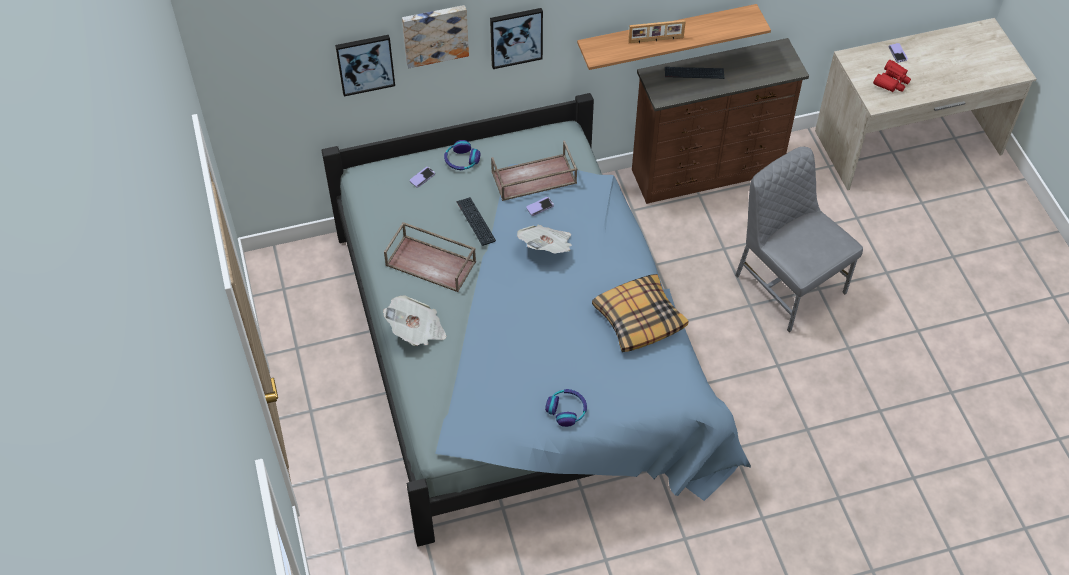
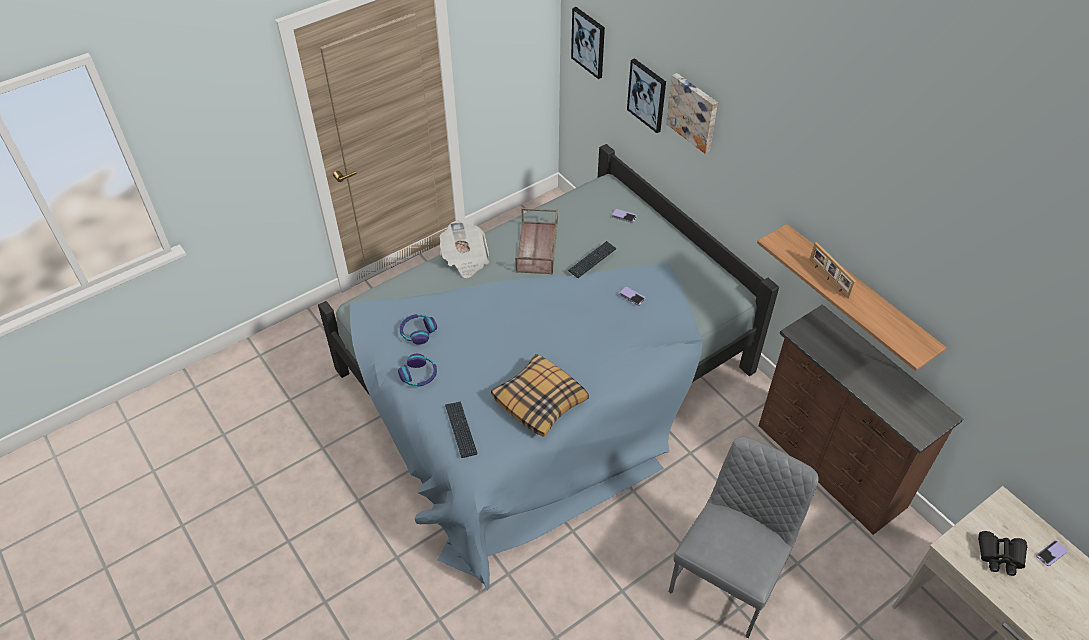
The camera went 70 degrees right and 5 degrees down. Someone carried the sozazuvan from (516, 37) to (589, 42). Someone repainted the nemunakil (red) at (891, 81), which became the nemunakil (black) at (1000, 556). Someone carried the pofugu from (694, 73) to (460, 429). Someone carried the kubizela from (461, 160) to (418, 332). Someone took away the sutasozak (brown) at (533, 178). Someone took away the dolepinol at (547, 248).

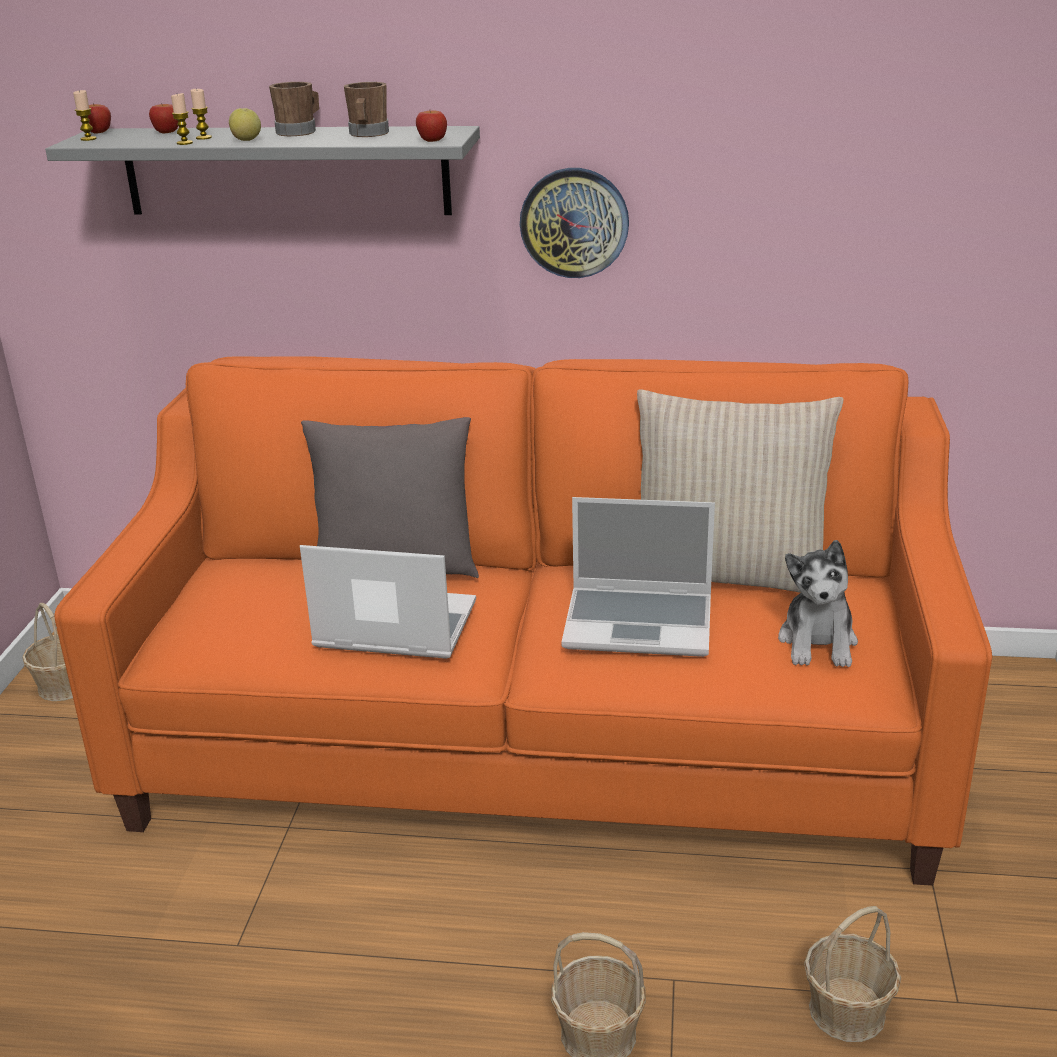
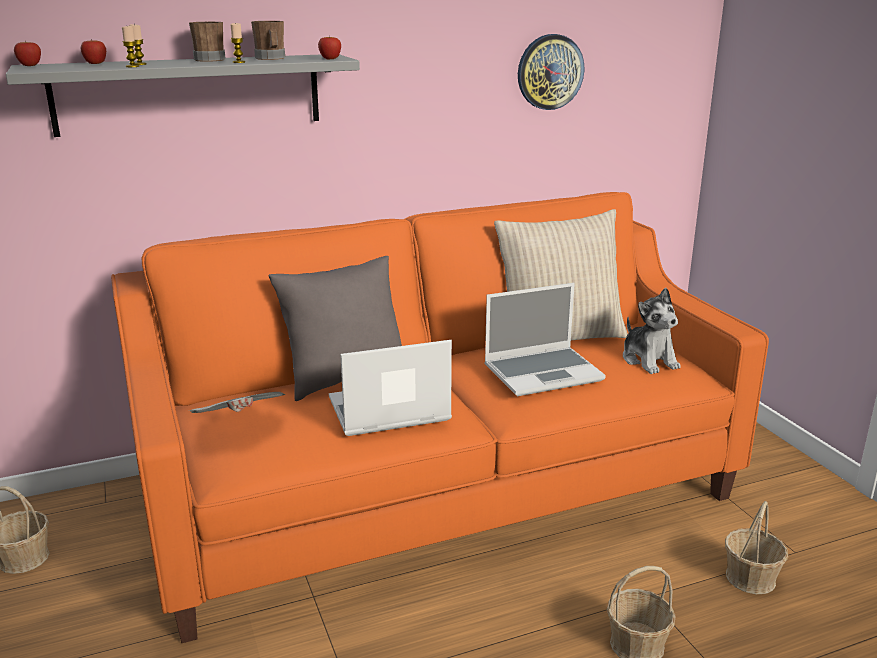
The camera went 30 degrees left and 5 degrees down. Someone carried the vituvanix from (88, 139) to (238, 62). Someone took away the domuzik at (247, 140). Someone carried the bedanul from (574, 222) to (550, 72). Someone put down the dolepinol at (239, 426).

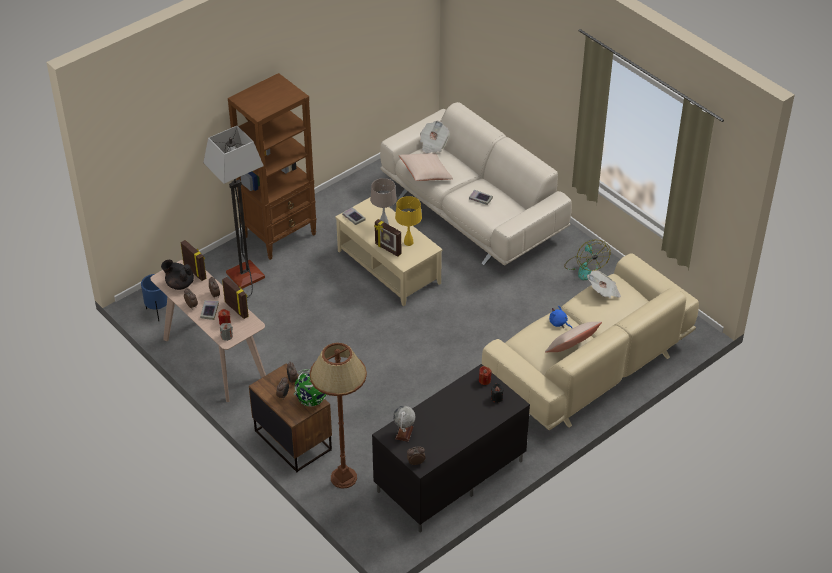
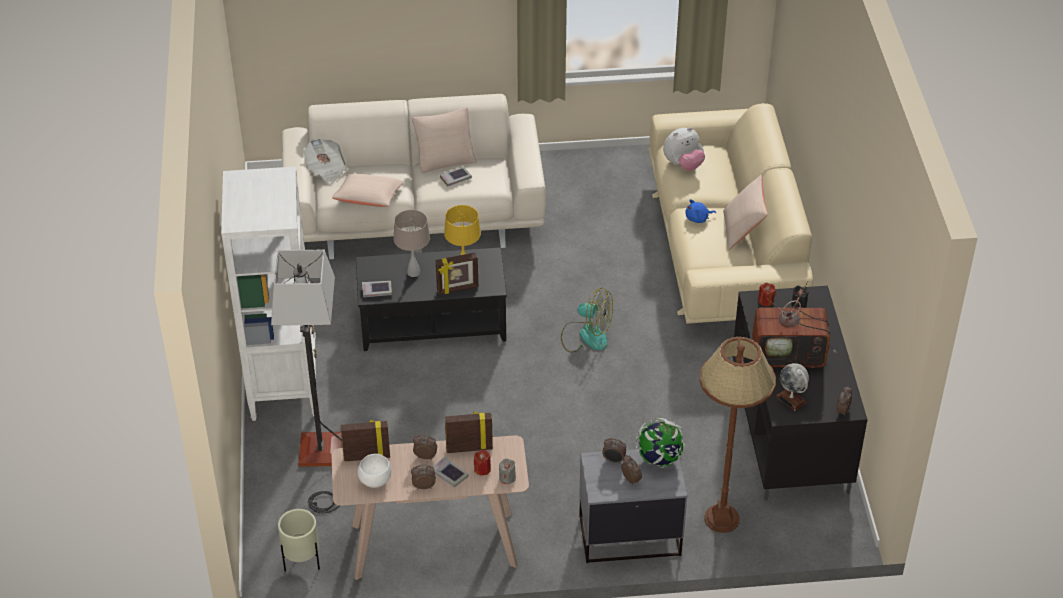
The camera went 55 degrees left and 0 degrees up. Someone repainted the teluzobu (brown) at (280, 235), which became the teluzobu (white) at (284, 387). Someone repainted the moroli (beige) at (389, 267), which became the moroli (black) at (433, 321). Someone carried the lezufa from (585, 267) to (586, 335). Someone swapped the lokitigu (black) at (179, 284) for the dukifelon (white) at (374, 480). Someone swapped the dolepinol at (603, 292) for the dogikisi at (683, 164). Someone repainted the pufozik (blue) at (158, 312), which became the pufozik (beige) at (301, 562). Someone repainted the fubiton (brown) at (293, 440), which became the fubiton (grey) at (629, 535). Someone put down the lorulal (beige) at (445, 158). Someone put down the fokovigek at (790, 354).

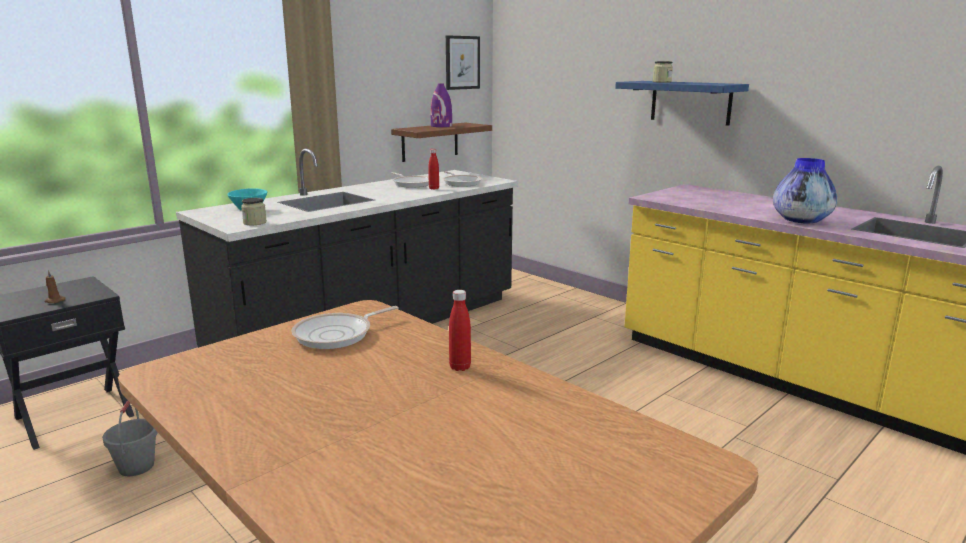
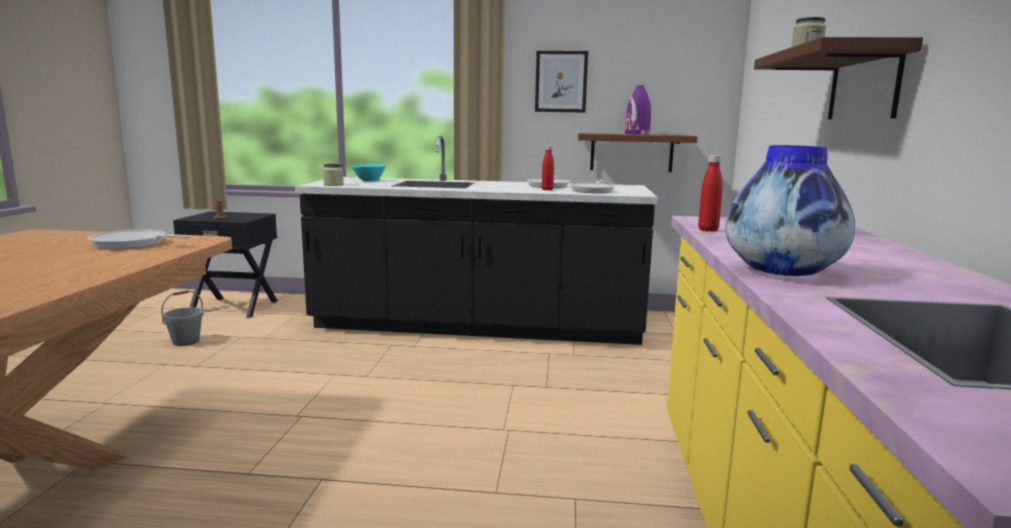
The camera went 50 degrees right and 5 degrees down. Someone carried the sozazuvan from (462, 62) to (561, 81). Someone repainted the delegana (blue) at (690, 102), which became the delegana (brown) at (863, 85). Someone carried the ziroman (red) from (460, 367) to (708, 230).

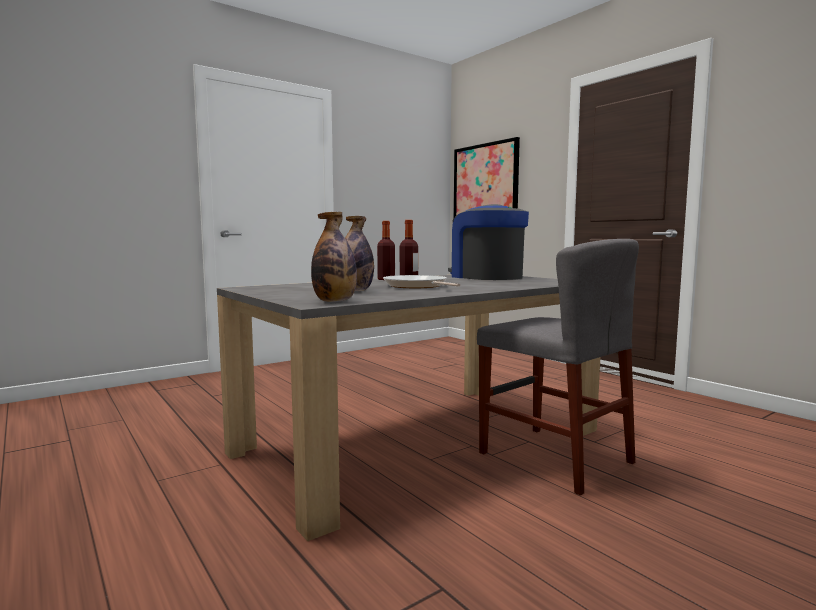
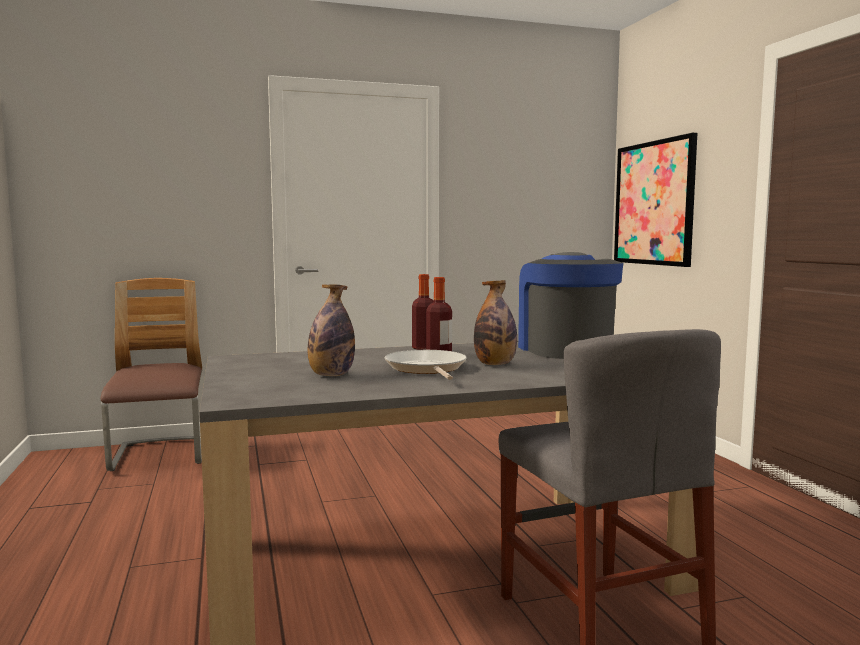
The camera went 20 degrees right and 0 degrees up. Someone carried the ziroman from (335, 301) to (495, 364). Someone put down the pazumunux at (160, 456).

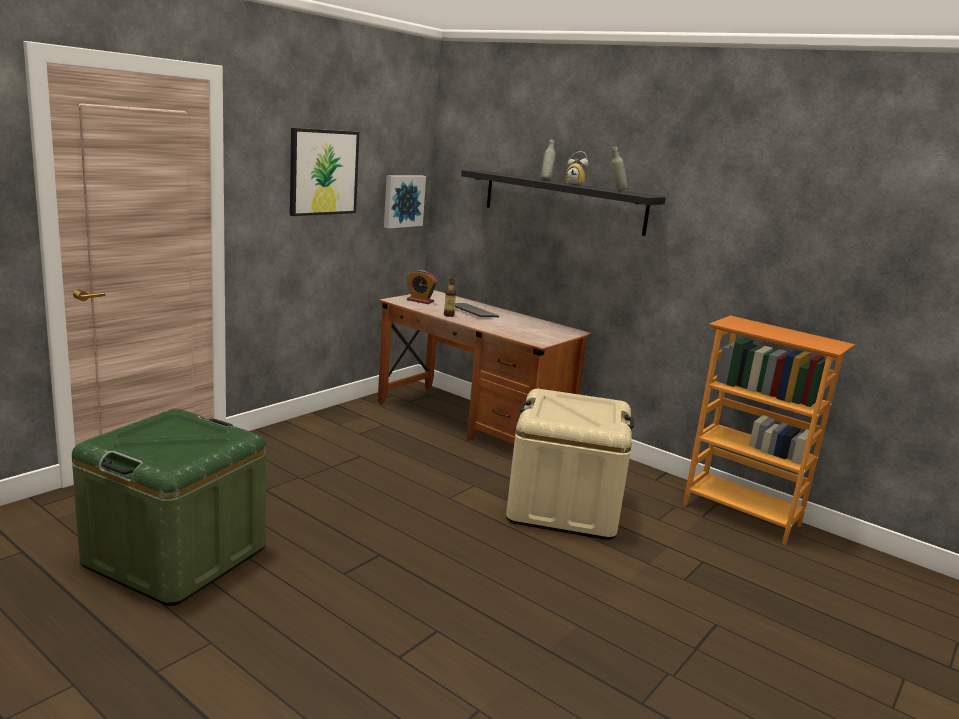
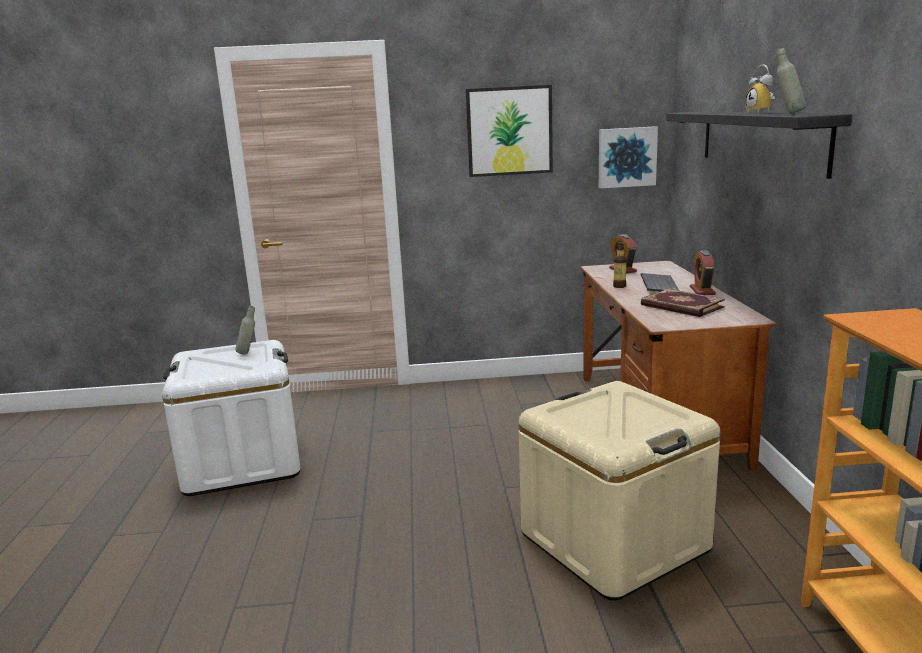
The camera went 50 degrees right and 0 degrees up. Someone carried the ziroman (grey) from (546, 180) to (248, 353). Someone repainted the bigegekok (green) at (176, 556), which became the bigegekok (white) at (242, 462). Someone put down the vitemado at (702, 291). Someone put down the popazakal at (681, 306).

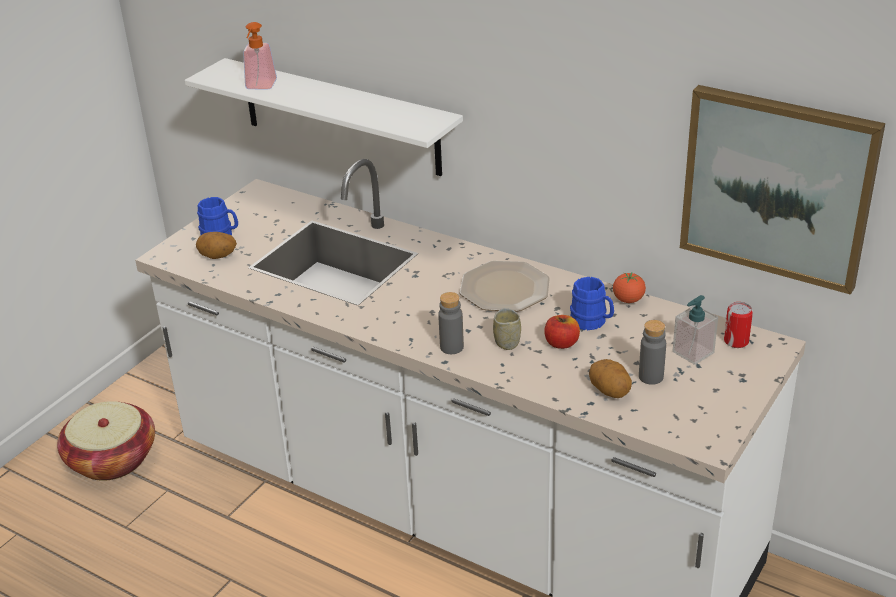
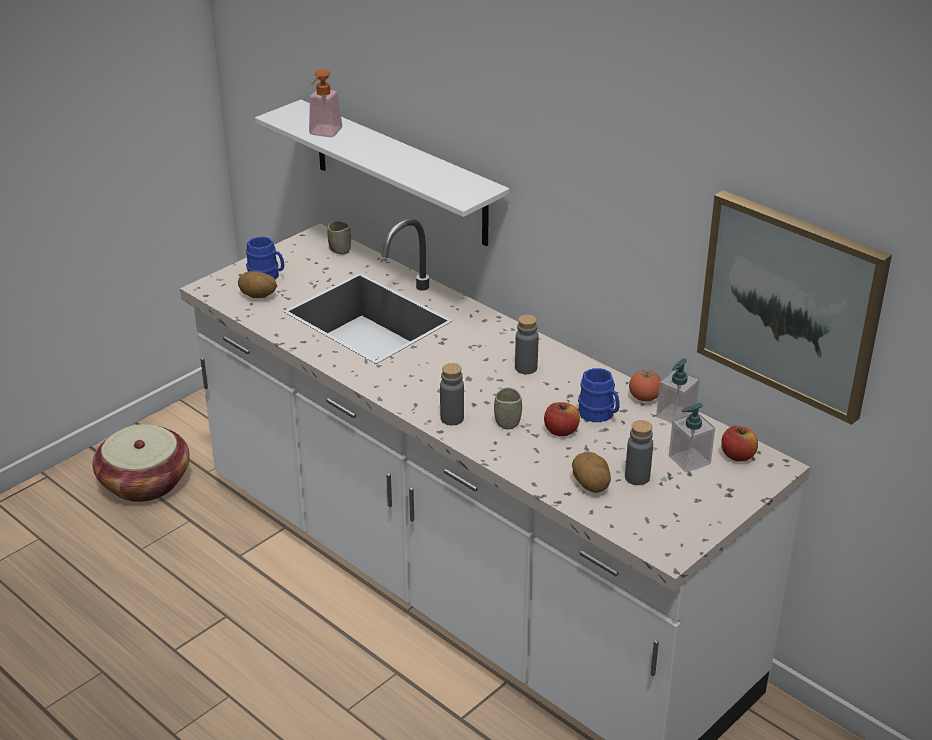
The camera went 10 degrees right and 0 degrees up. Someone swapped the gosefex at (505, 288) for the ziroman (grey) at (526, 368). Someone swapped the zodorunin at (736, 341) for the domuzik at (737, 455). Someone put down the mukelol at (340, 250). Someone put down the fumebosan at (675, 415).

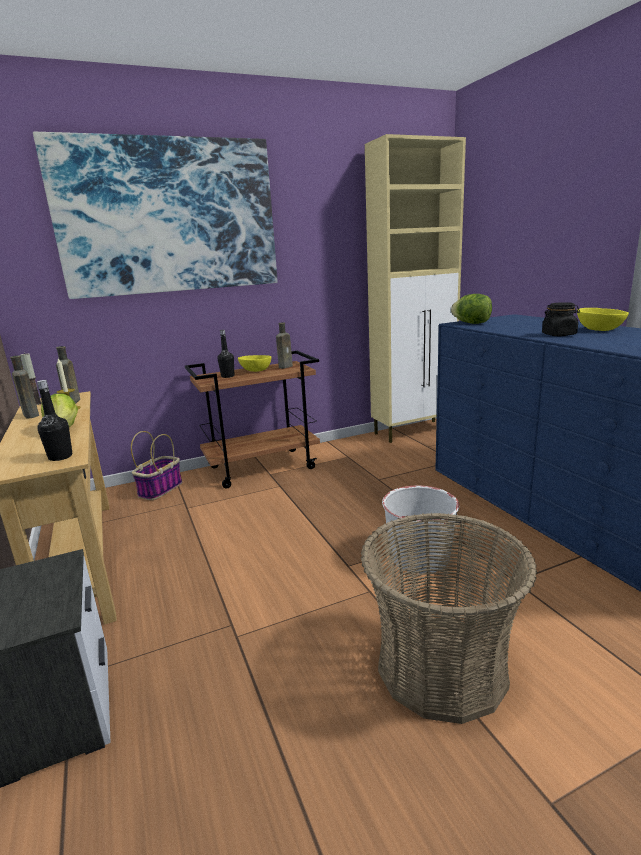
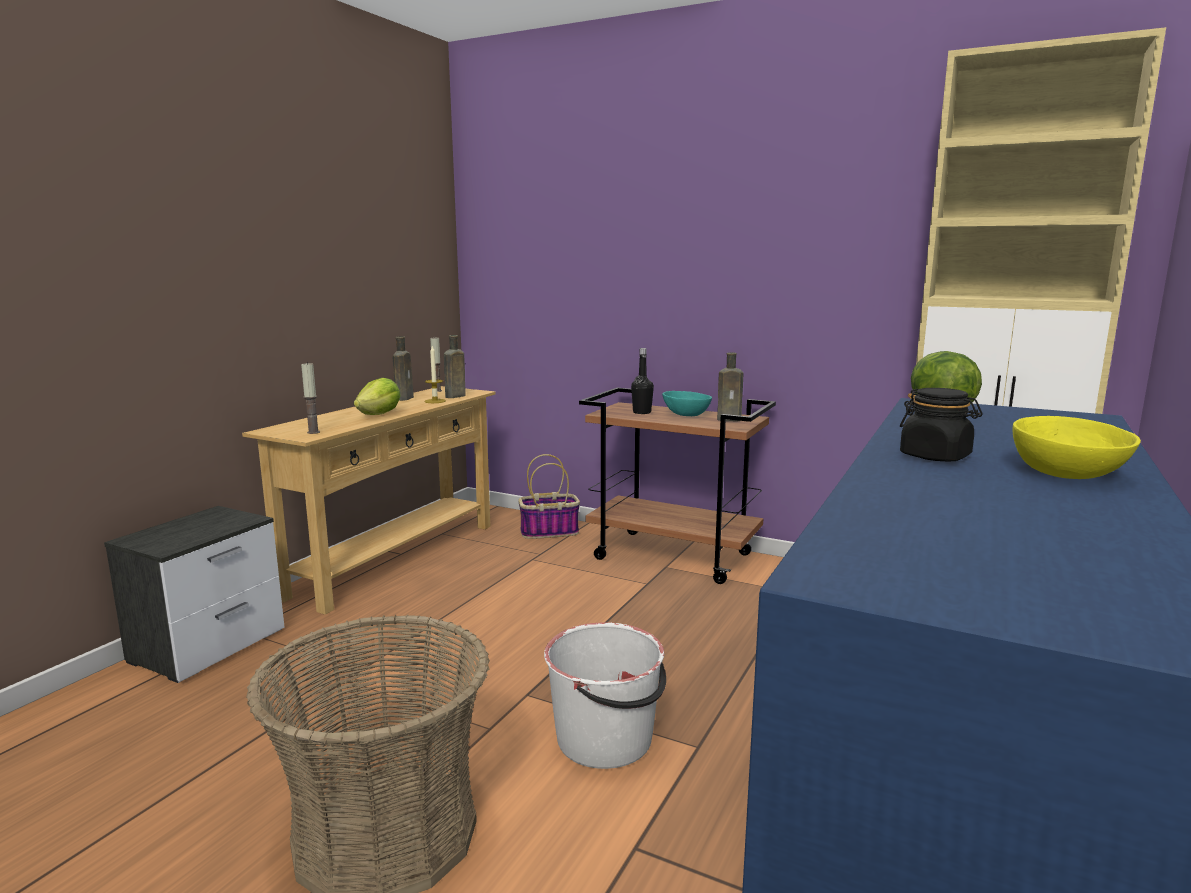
The camera went 50 degrees right and 5 degrees down. Someone took away the sozazuvan at (169, 217). Someone repainted the dukifelon (yellow) at (255, 370), which became the dukifelon (turquoise) at (686, 414). Someone swapped the ziroman (black) at (60, 457) for the vituvanix at (313, 432).

